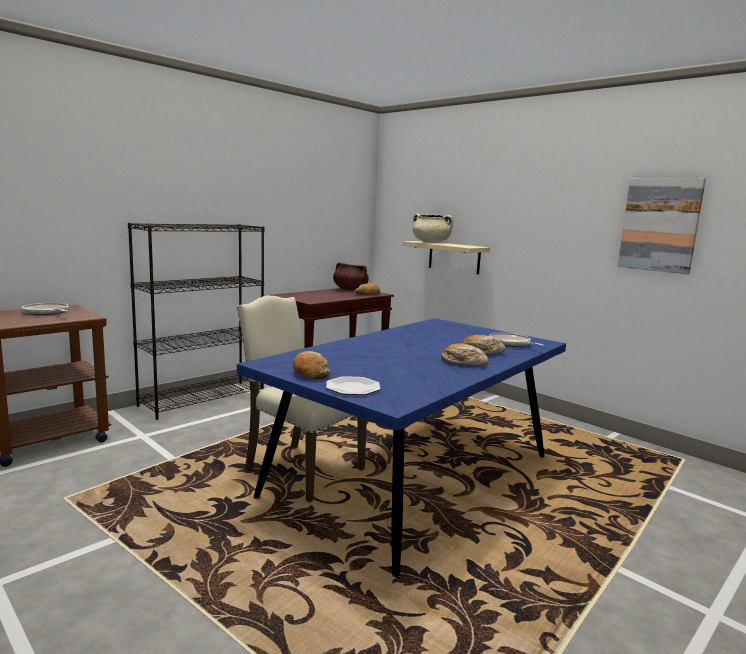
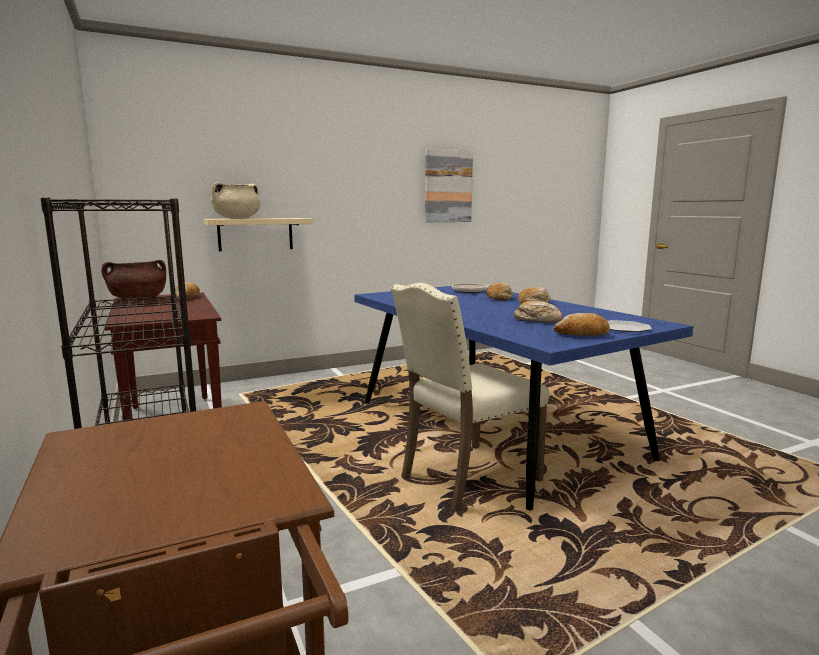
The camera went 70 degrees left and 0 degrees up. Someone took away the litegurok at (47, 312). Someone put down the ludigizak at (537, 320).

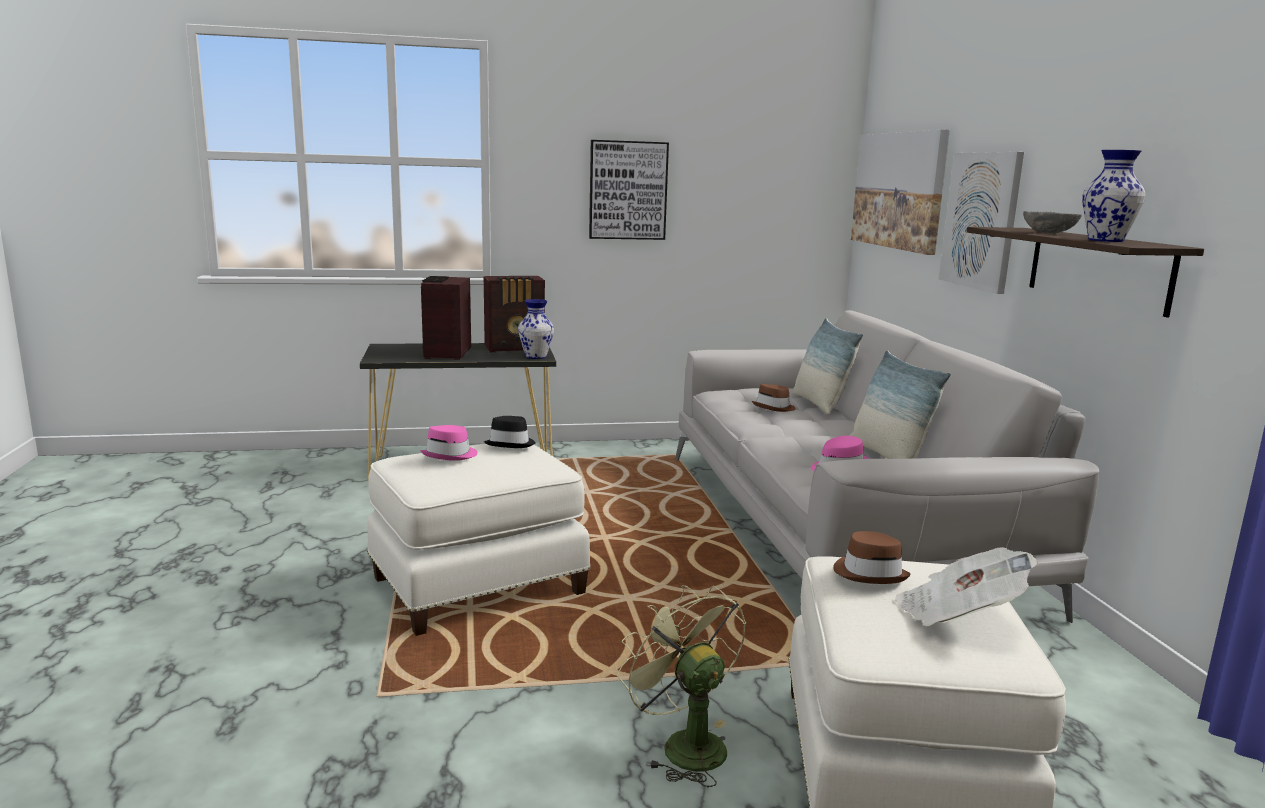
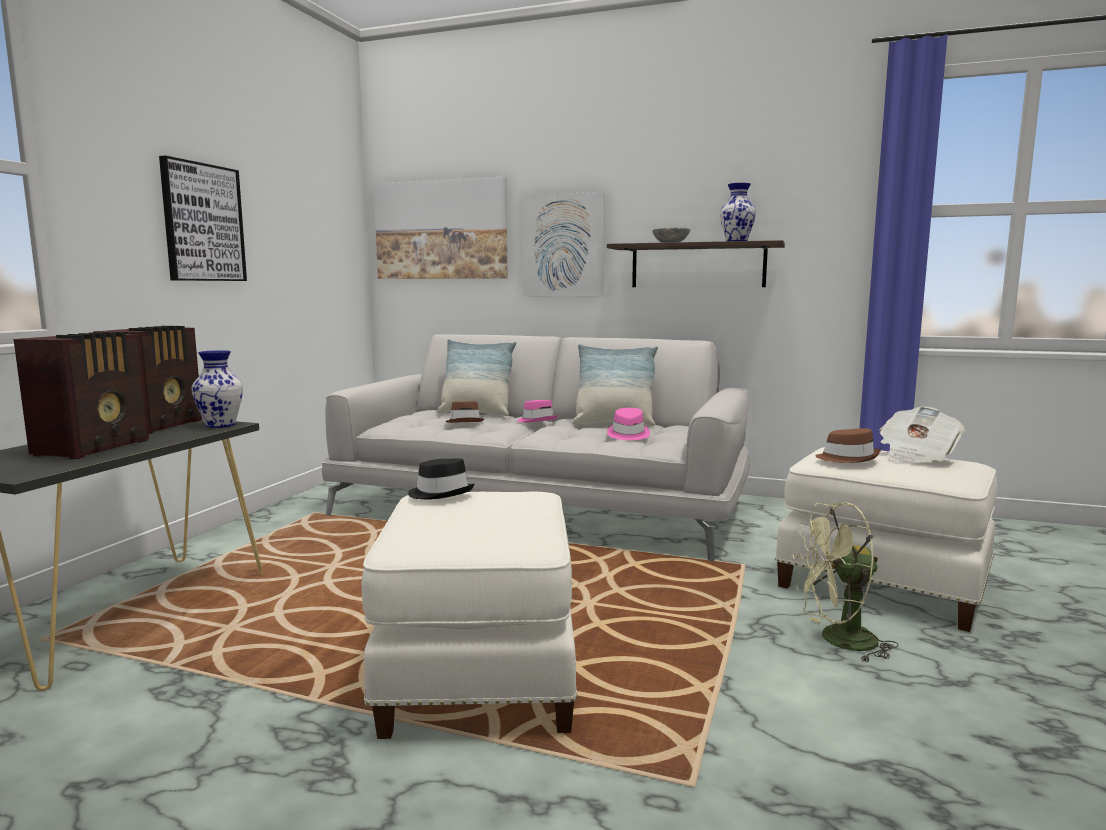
The camera went 60 degrees left and 5 degrees down. Someone rotated the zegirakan at (446, 353) by 105 degrees counterclockwise. Someone carried the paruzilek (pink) from (450, 455) to (537, 420).

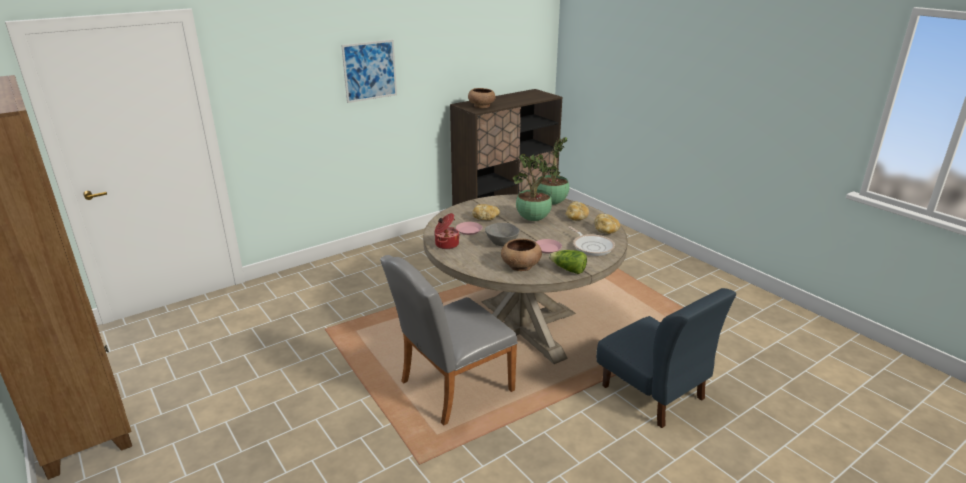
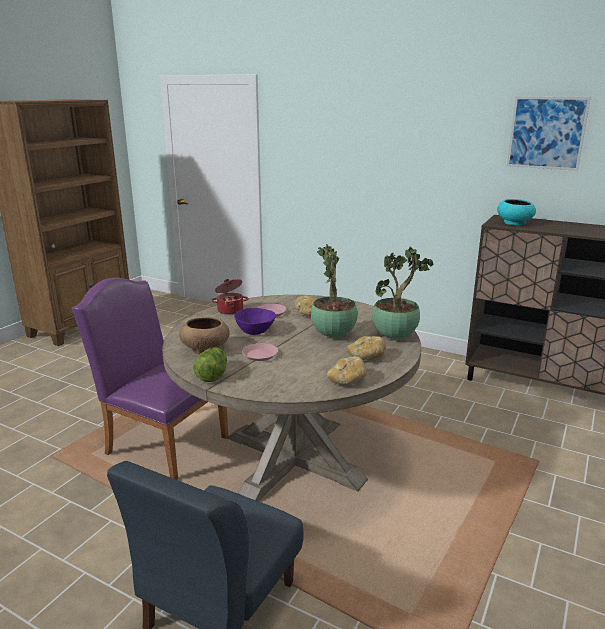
The camera went 65 degrees right and 5 degrees down. Someone carried the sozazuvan from (370, 70) to (546, 133). Someone repainted the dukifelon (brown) at (481, 106), which became the dukifelon (turquoise) at (514, 223). Someone repainted the dukifelon (grey) at (502, 242), which became the dukifelon (purple) at (255, 331). Someone took away the litegurok at (592, 246). Someone repainted the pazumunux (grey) at (450, 389), which became the pazumunux (purple) at (161, 443).

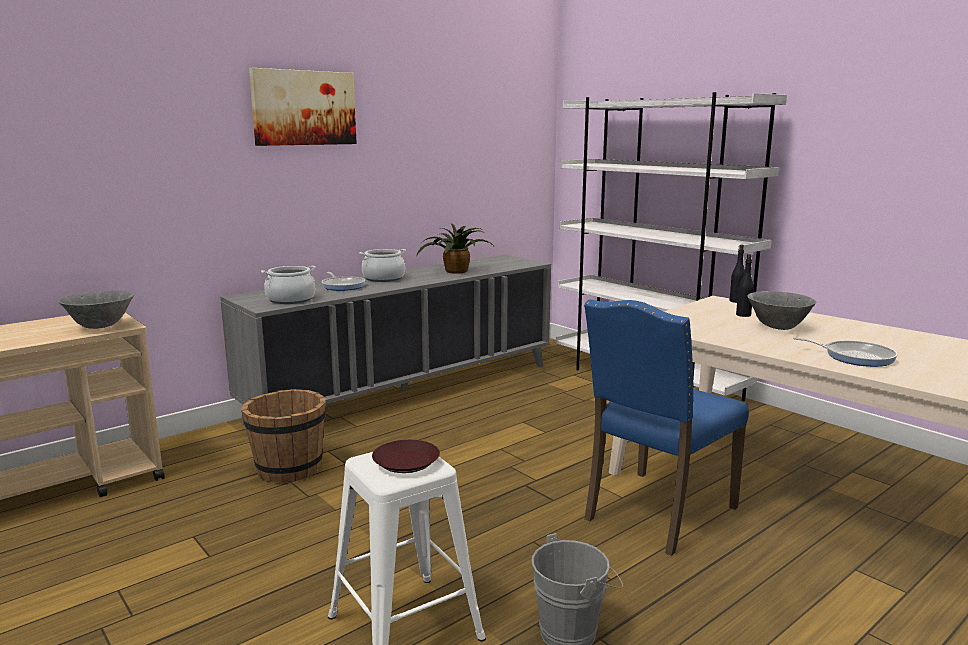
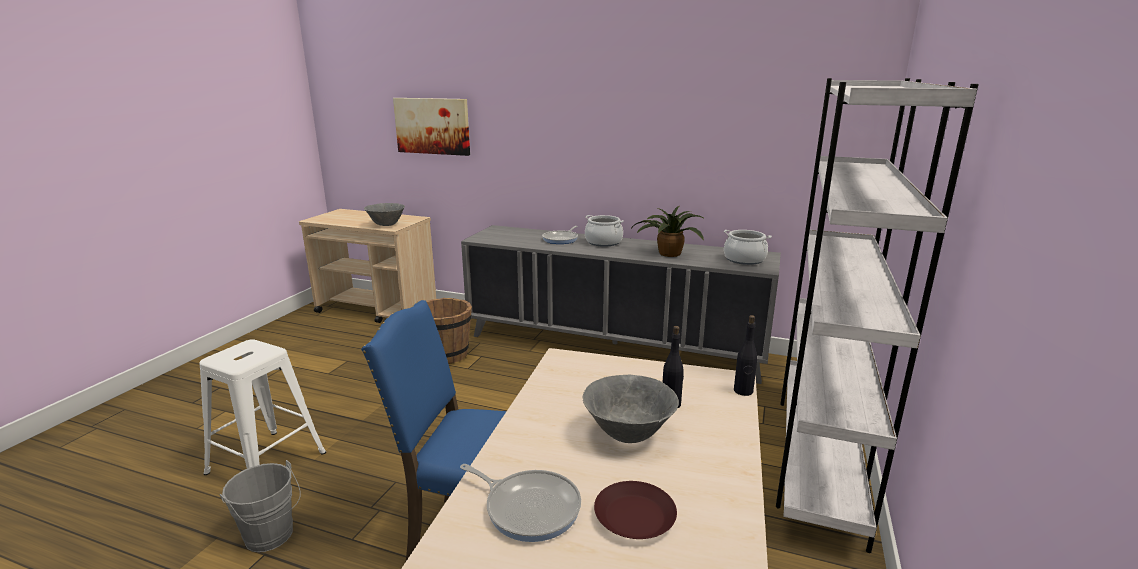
The camera went 60 degrees right and 5 degrees up. Someone carried the sozazuvan from (304, 108) to (432, 126). Someone carried the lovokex from (291, 299) to (744, 259). Someone rotated the litegurok at (855, 357) by 60 degrees counterclockwise. Someone carried the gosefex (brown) from (405, 462) to (633, 516).

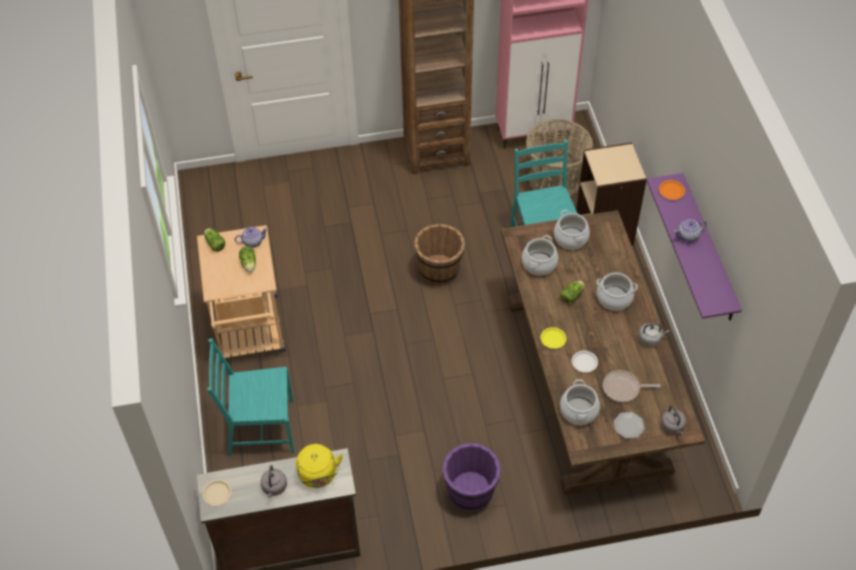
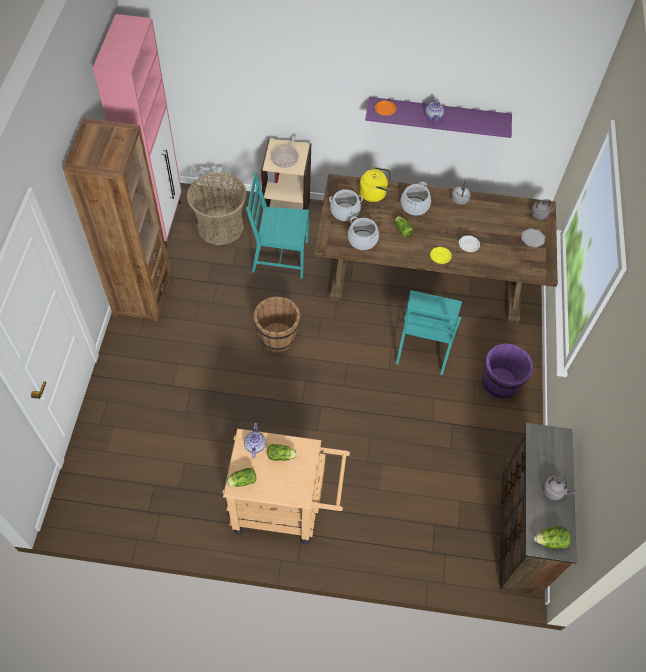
The camera went 75 degrees left and 5 degrees up. Someone carried the pazumunux (turquoise) from (260, 428) to (424, 347). Someone carried the litegurok from (623, 388) to (285, 157). Someone took away the lovokex at (579, 410). Someone carried the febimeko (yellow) from (318, 476) to (374, 193). Someone swapped the gosefex (beige) at (217, 494) for the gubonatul at (550, 541).

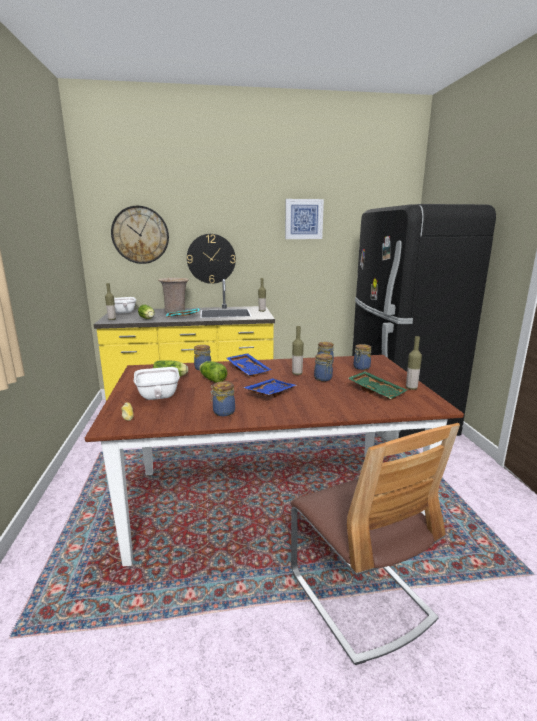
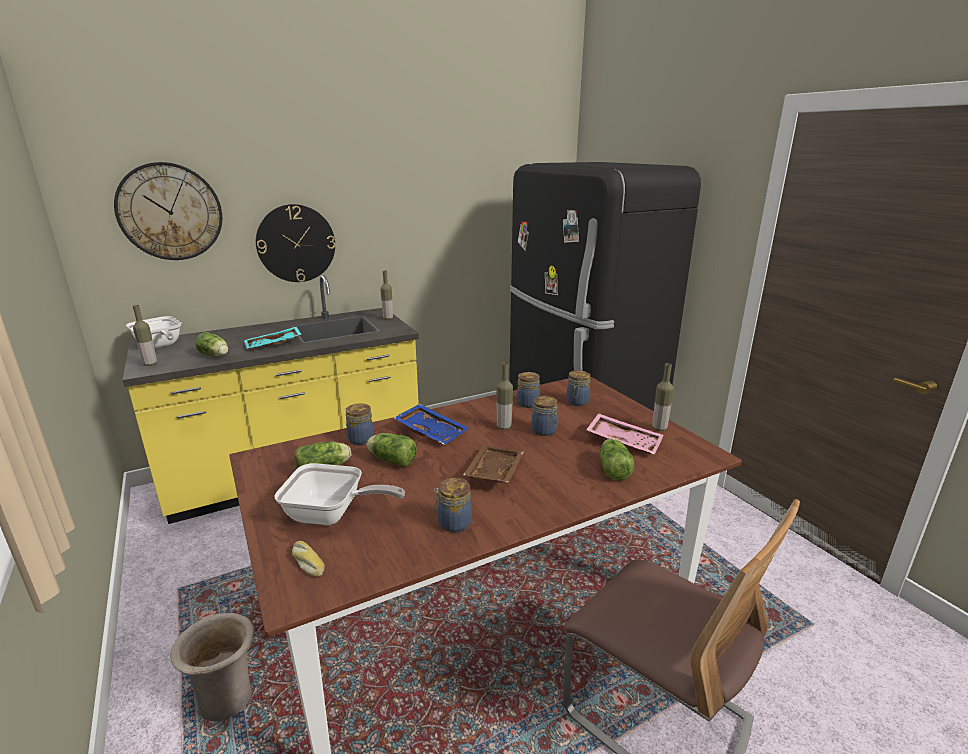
The camera went 20 degrees left and 5 degrees up. Someone took away the sozazuvan at (303, 219). Someone carried the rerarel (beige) from (175, 311) to (227, 697). Someone rotated the litegurok at (158, 397) by 45 degrees counterclockwise. Someone repainted the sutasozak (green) at (377, 391), which became the sutasozak (pink) at (624, 441). Someone repainted the sutasozak (blue) at (269, 393), which became the sutasozak (brown) at (493, 472). Someone put down the gubonatul at (613, 469).

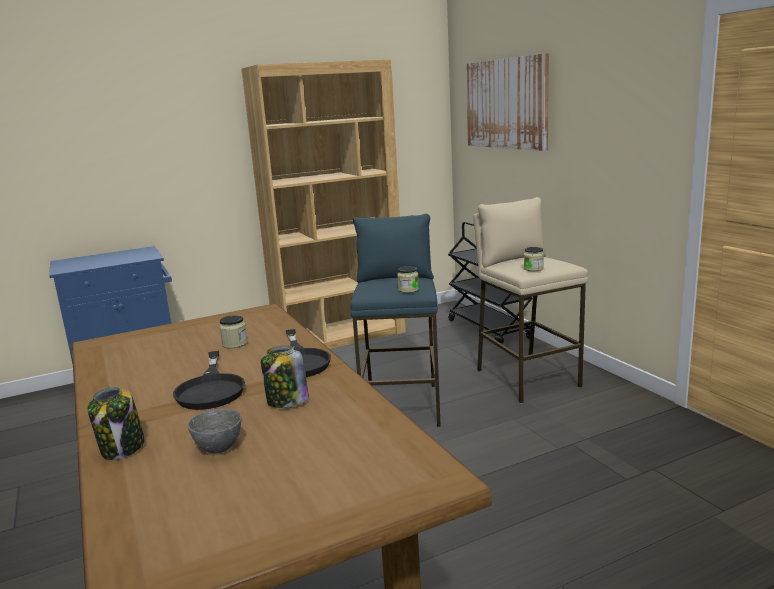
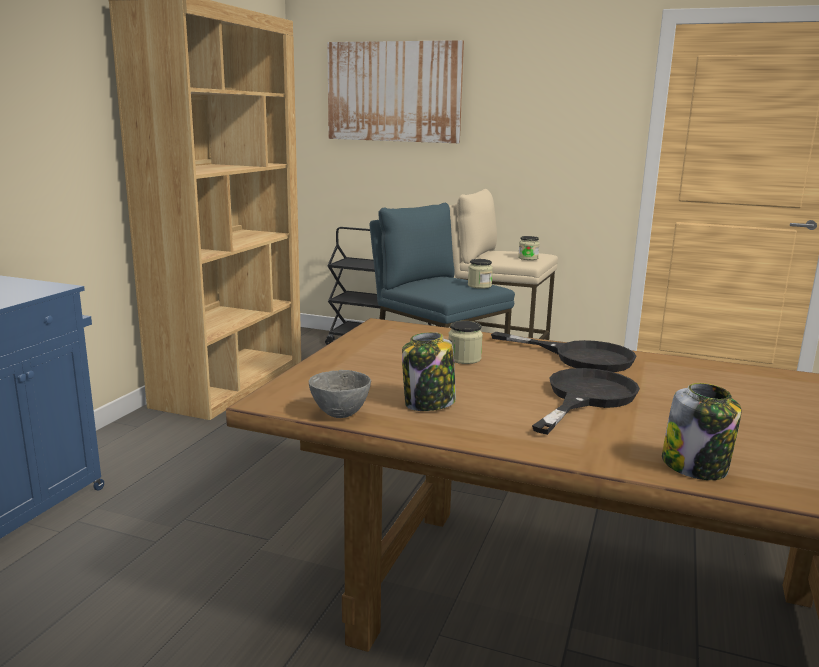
The camera went 45 degrees left and 0 degrees up. Someone carried the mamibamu from (287, 401) to (428, 404). Someone rotated the litegurok (black) at (211, 388) by 90 degrees counterclockwise. Someone carried the dukifelon (grey) from (218, 449) to (340, 414).

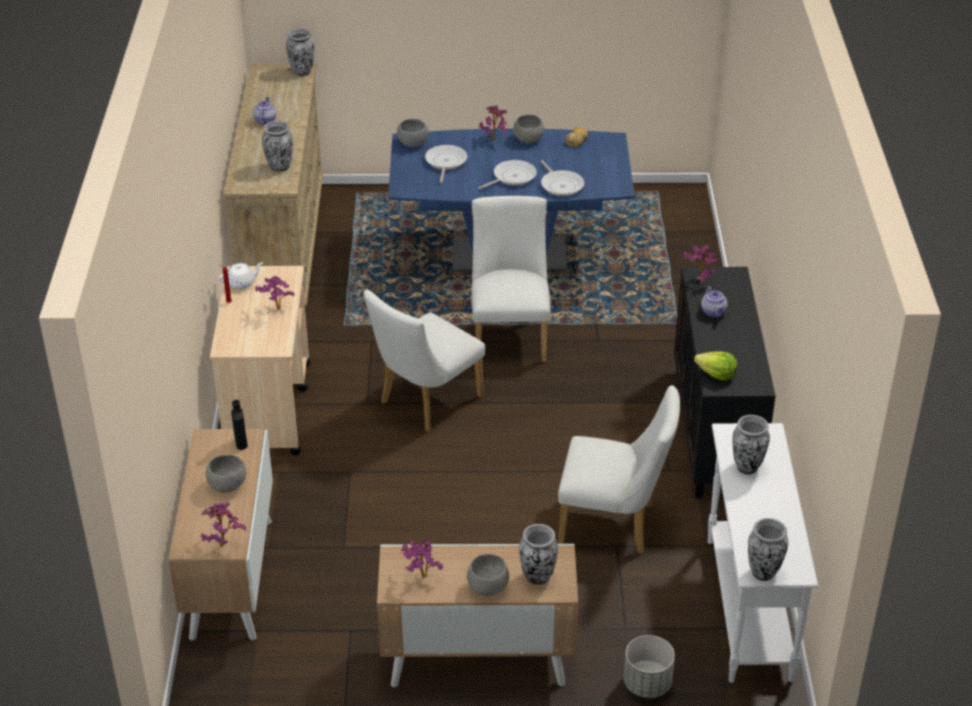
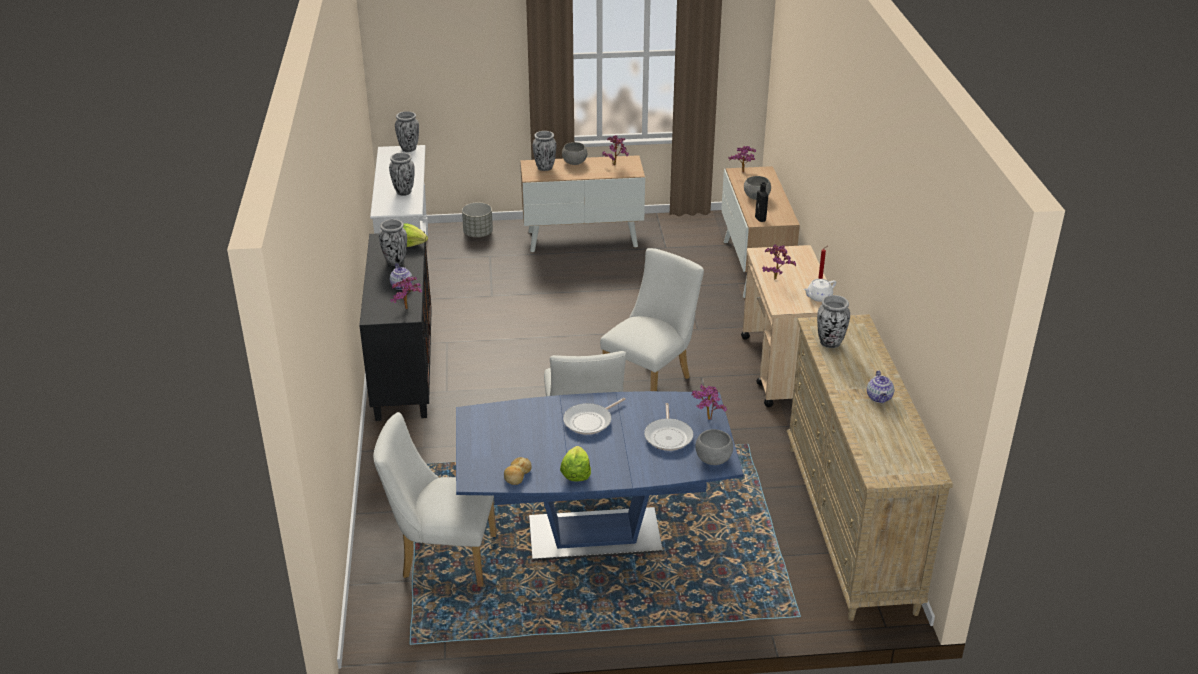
The camera went 175 degrees right and 5 degrees down. Someone carried the rerarel from (302, 72) to (395, 262). Someone carried the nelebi from (494, 140) to (706, 420). Someone swapped the dukifelon (grey) at (529, 140) for the gubonatul at (575, 473). Someone took away the litegurok at (561, 185). Someone carried the pazumunux (white) from (614, 525) to (442, 556).

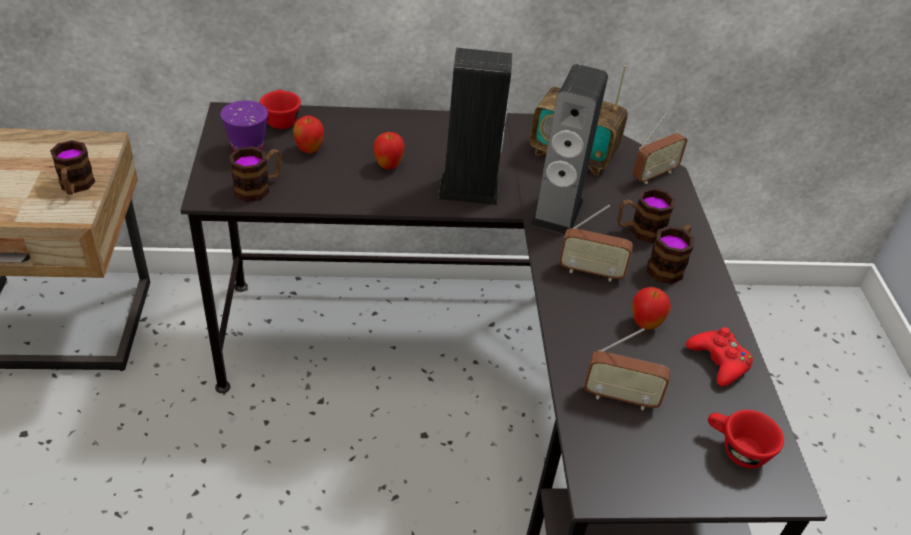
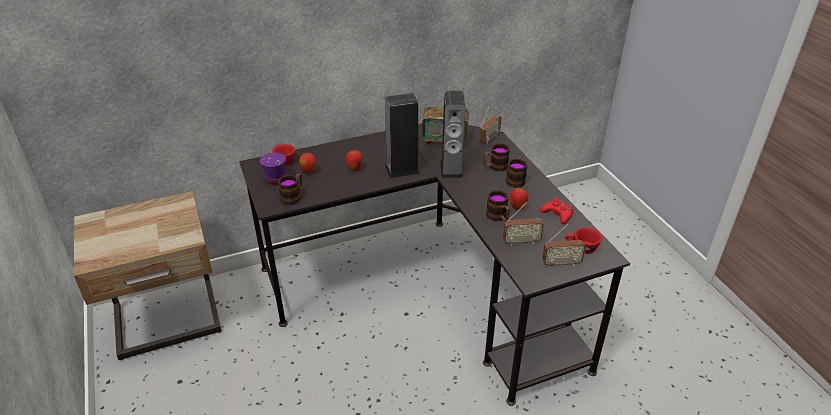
The camera went 15 degrees left and 5 degrees down. Someone carried the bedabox from (75, 186) to (498, 217). Someone carried the zegirakan from (590, 272) to (561, 263).

